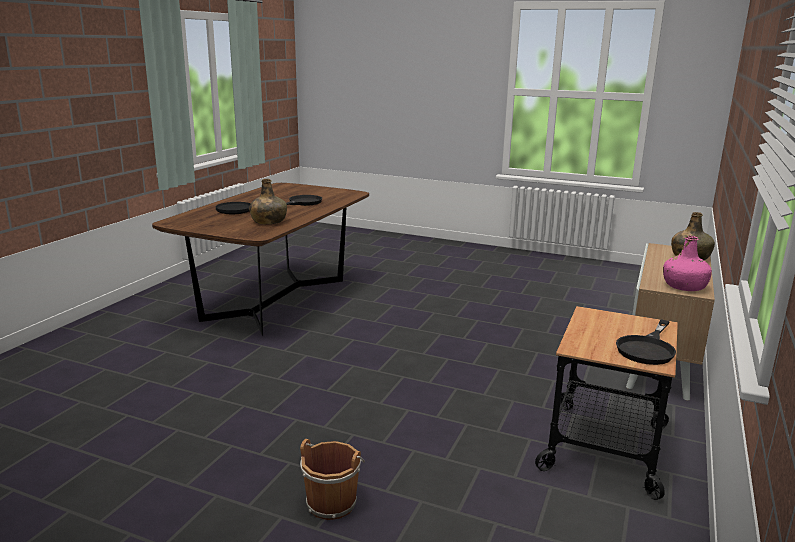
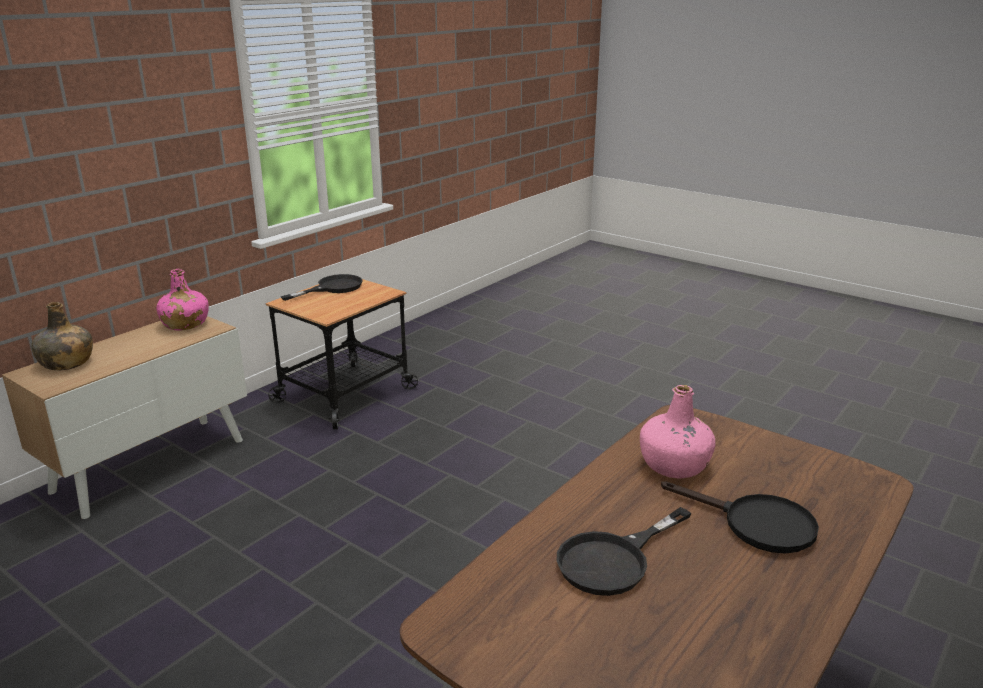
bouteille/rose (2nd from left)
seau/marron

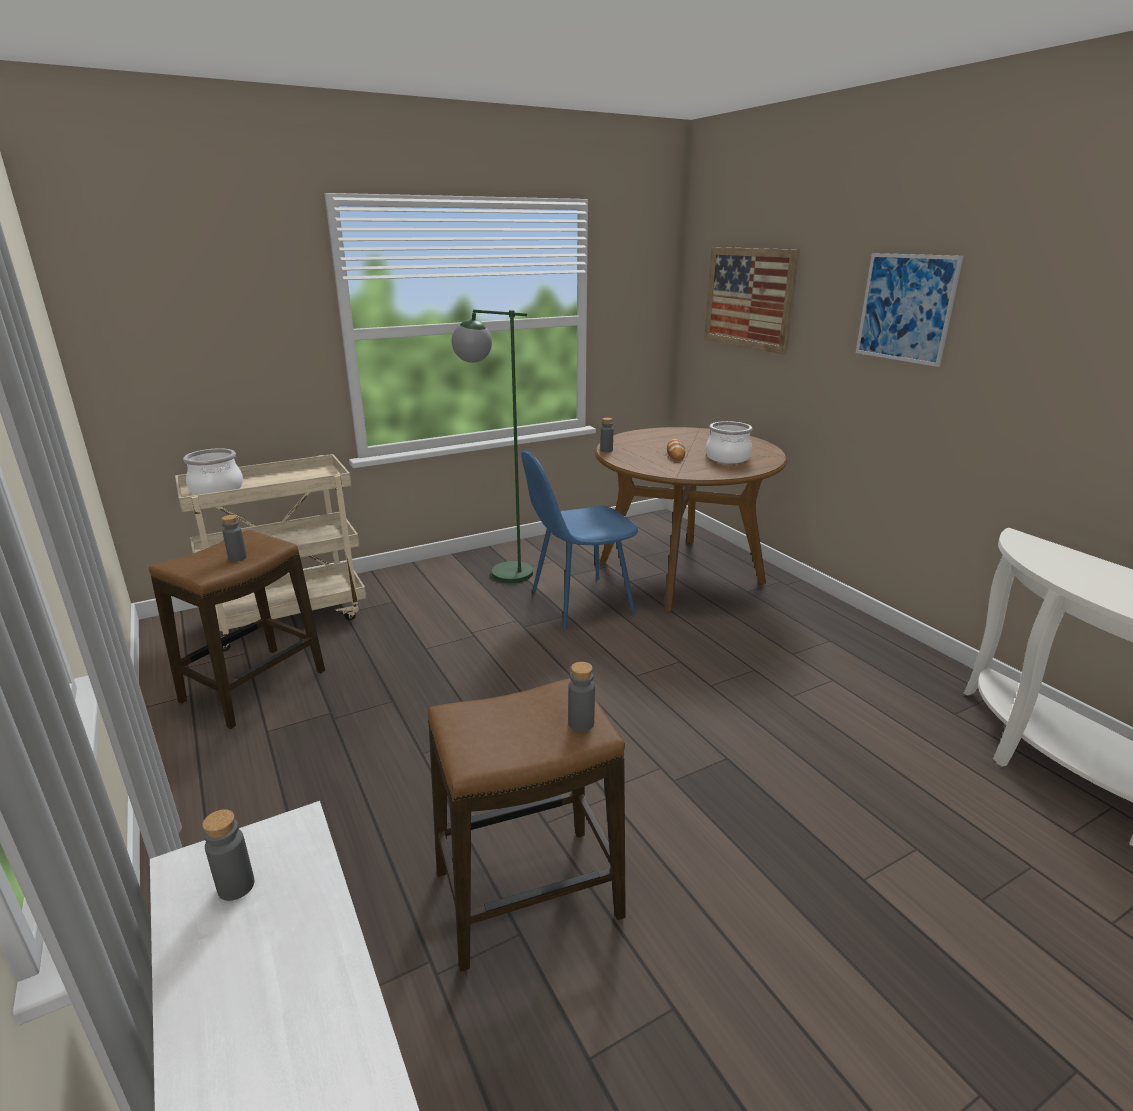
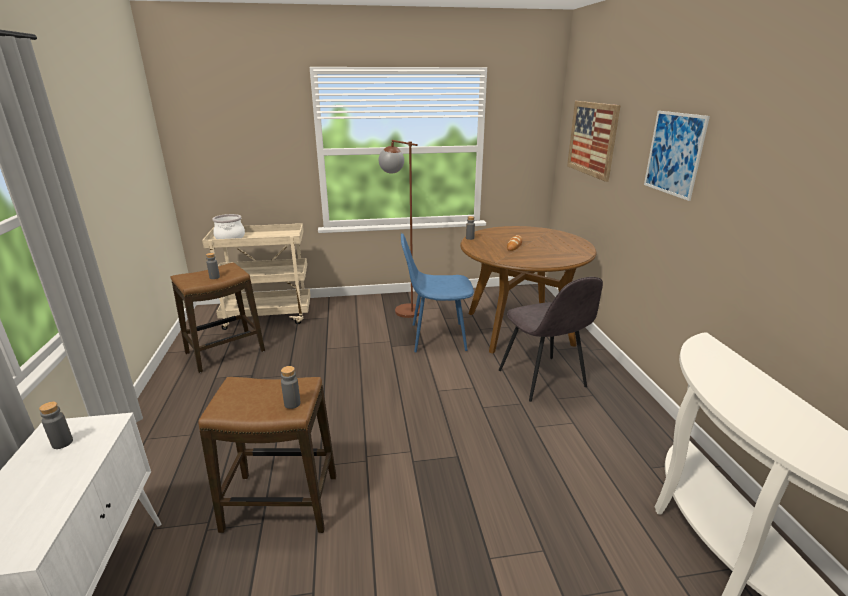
lampadaire/marron
marmite (2nd from left in the first image)
chaise/gris

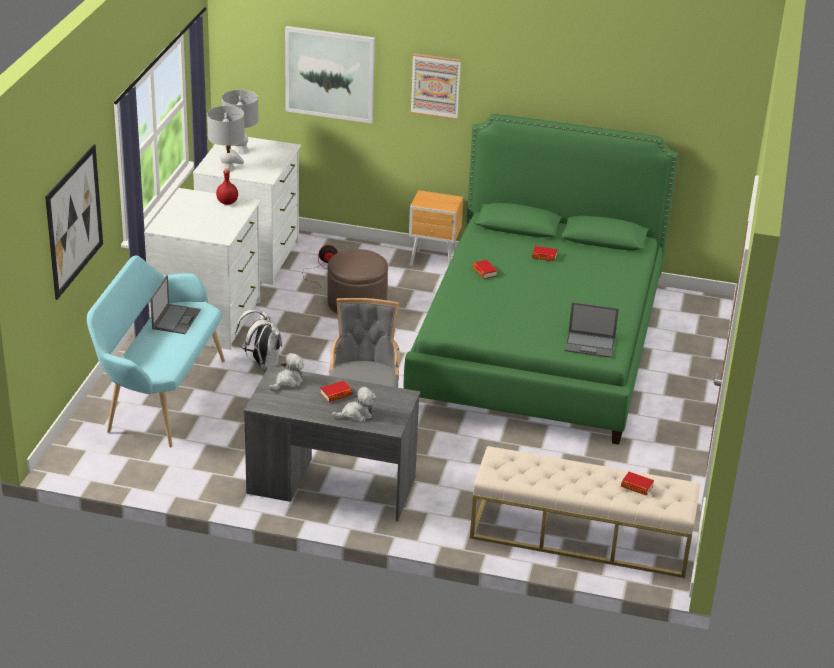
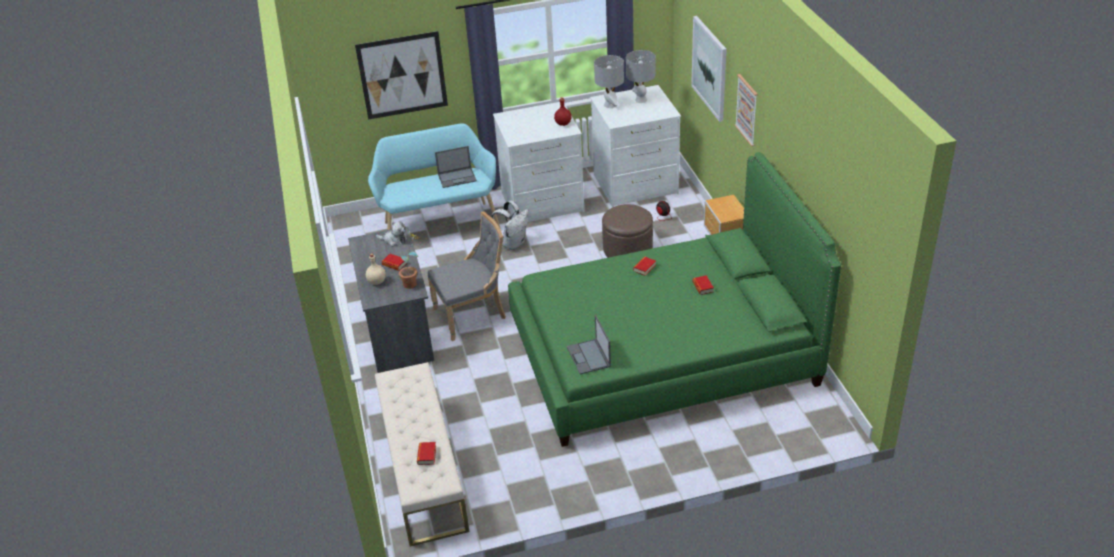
bouteille/beige
plante en pot

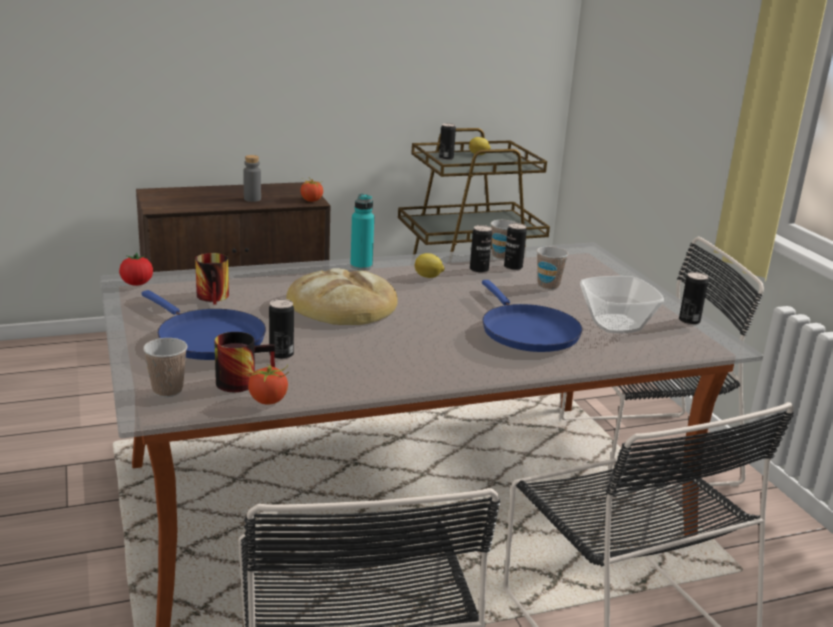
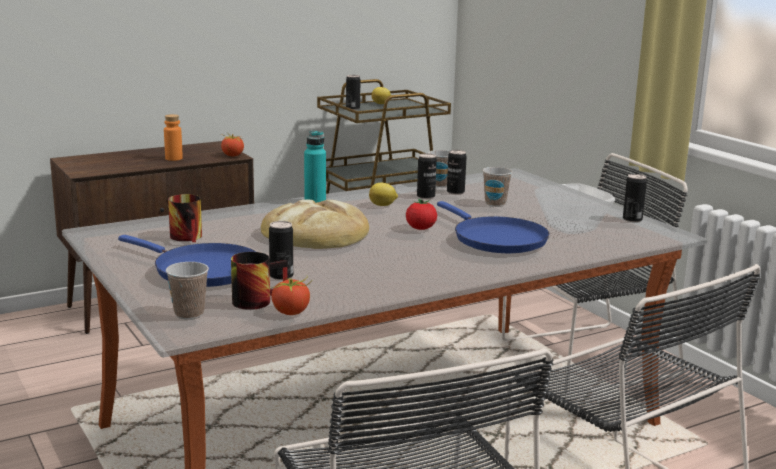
bouteille/orange
tomate (3rd from left)

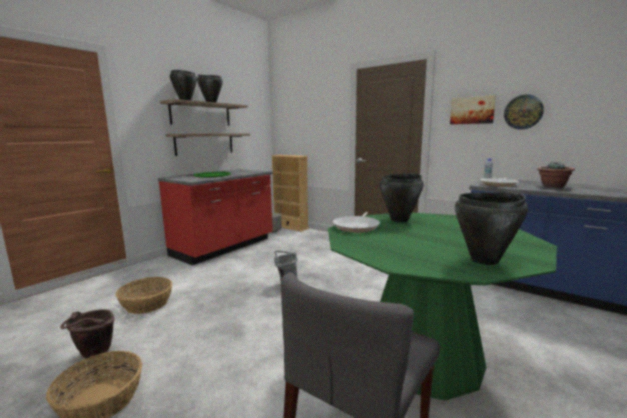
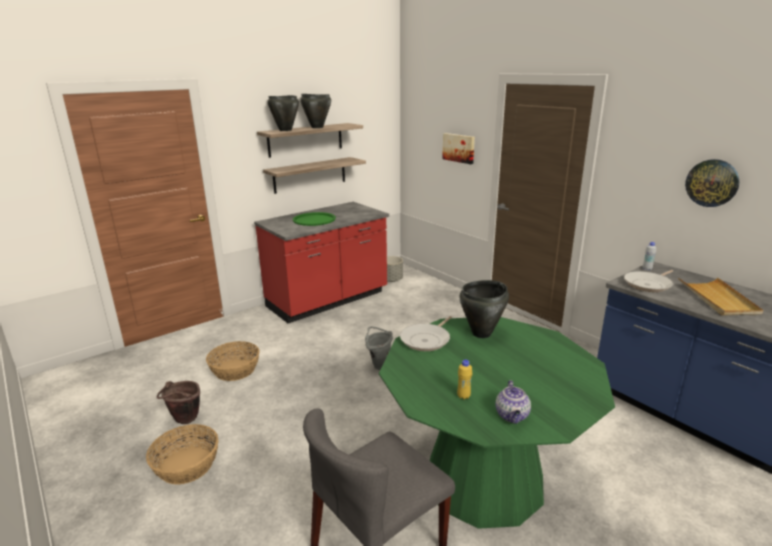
tableau
bibliothèque/beige
plateau/beige
théière
bouteille/jaune

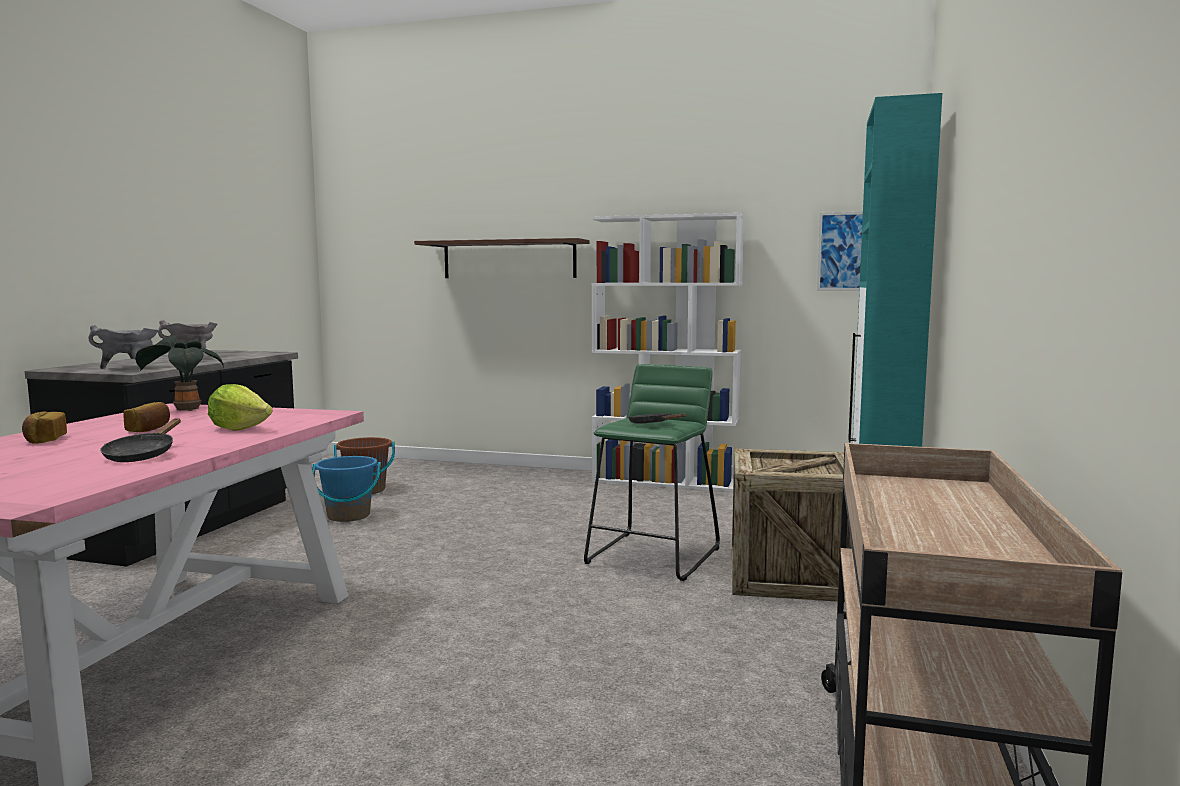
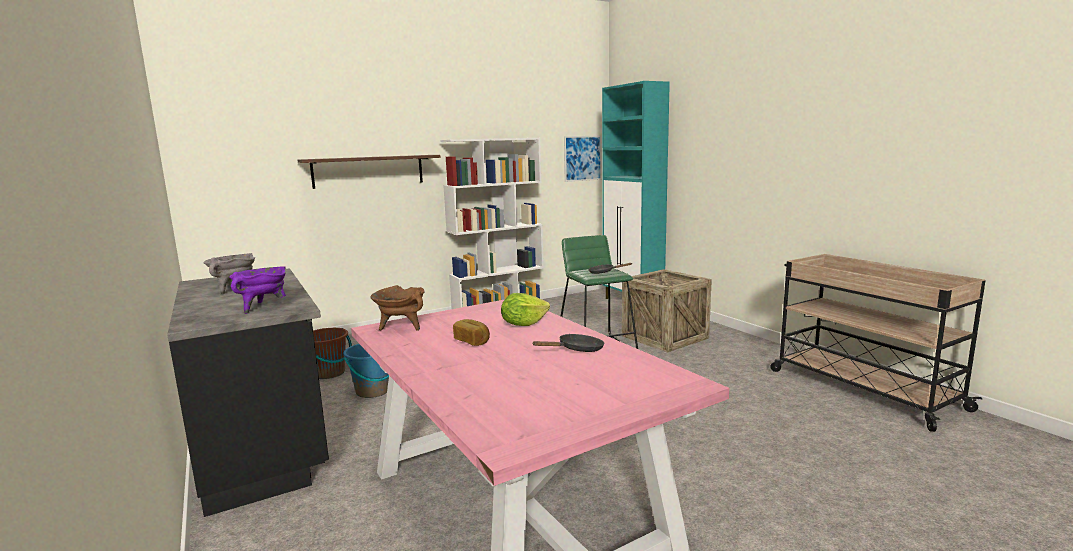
marmite/violet
marmite/marron
pain (1st from left in the first image)
poêle/noir (1st from left)

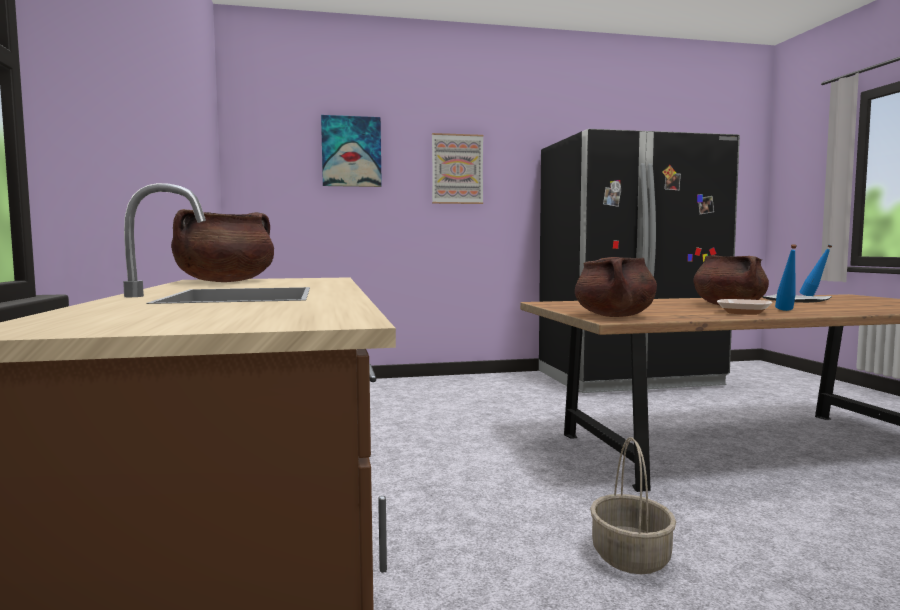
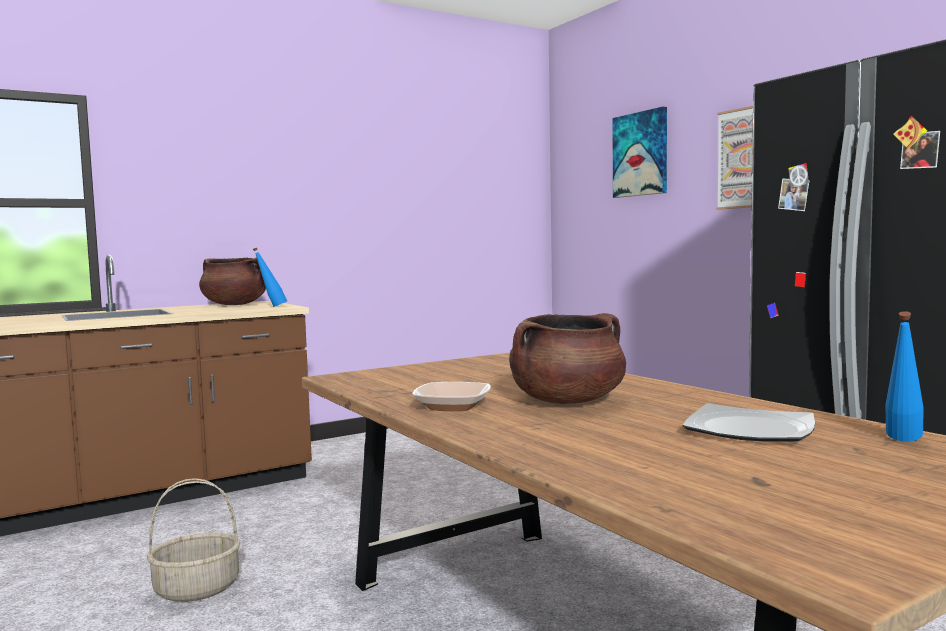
bouteille/bleu (1st from left)
marmite/marron (2nd from left in the first image)

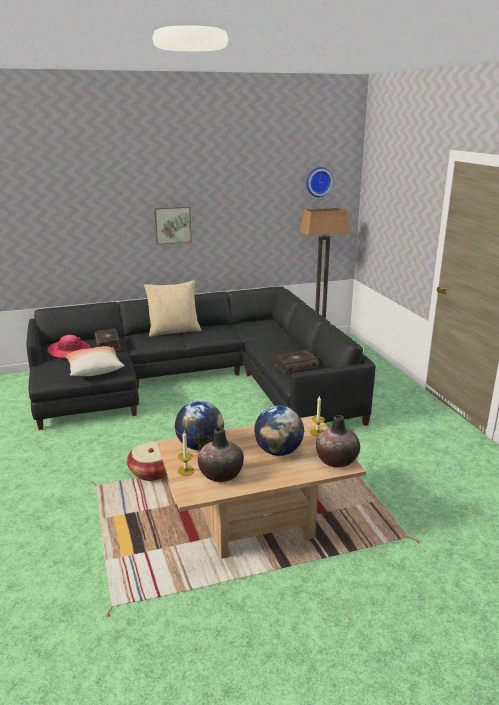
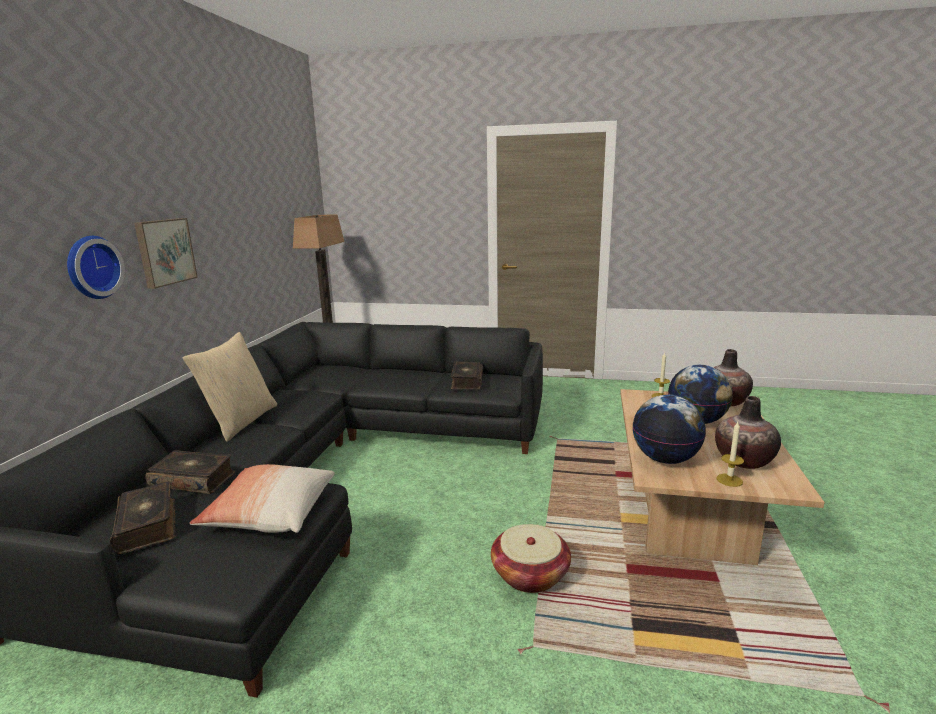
horloge murale
livre (1st from left)

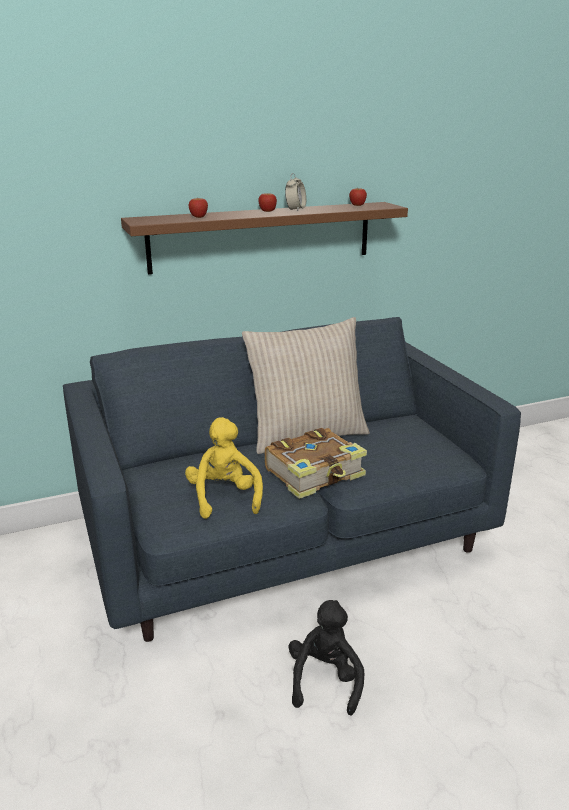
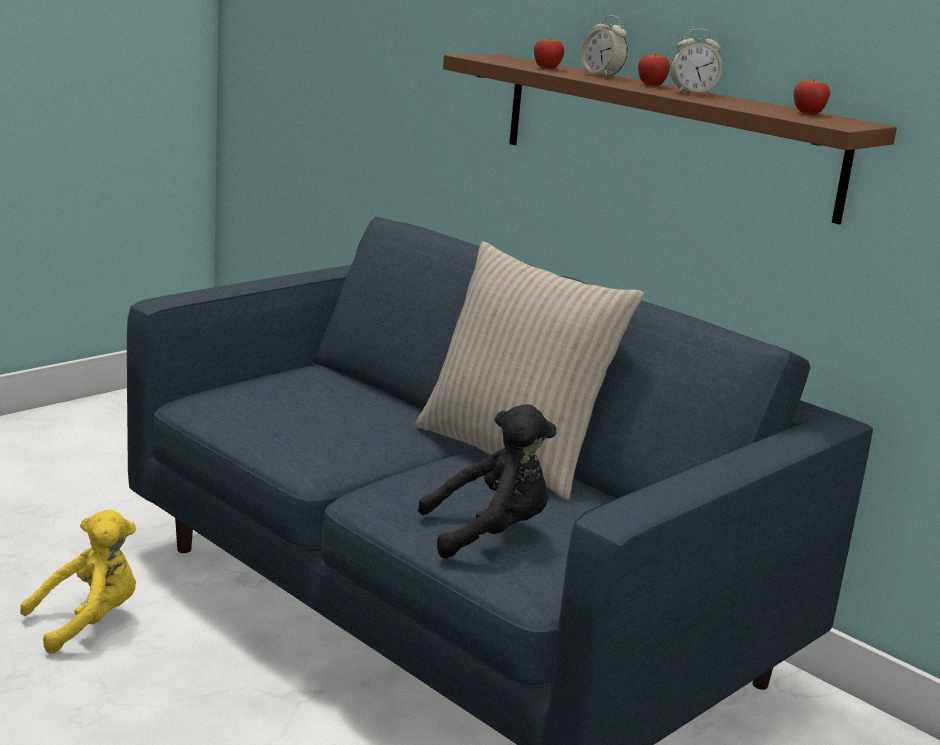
peluche/jaune
livre
peluche/noir
réveil (1st from left)

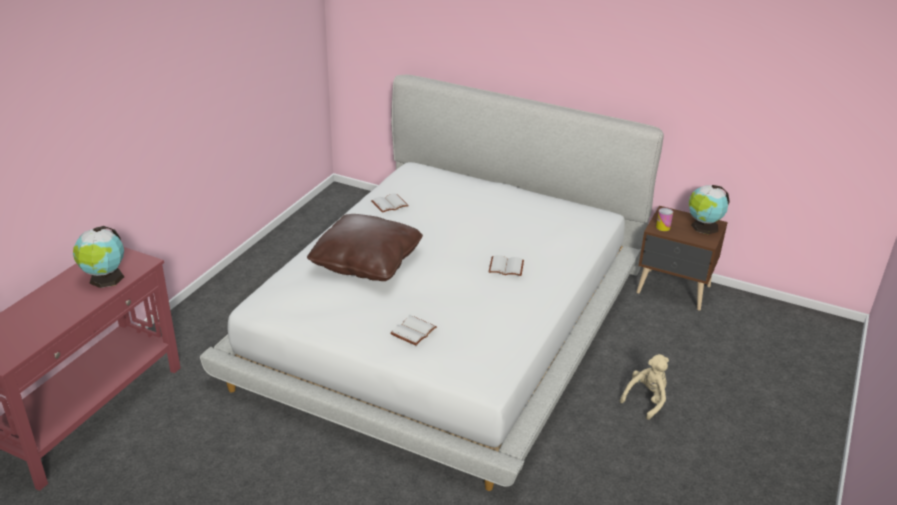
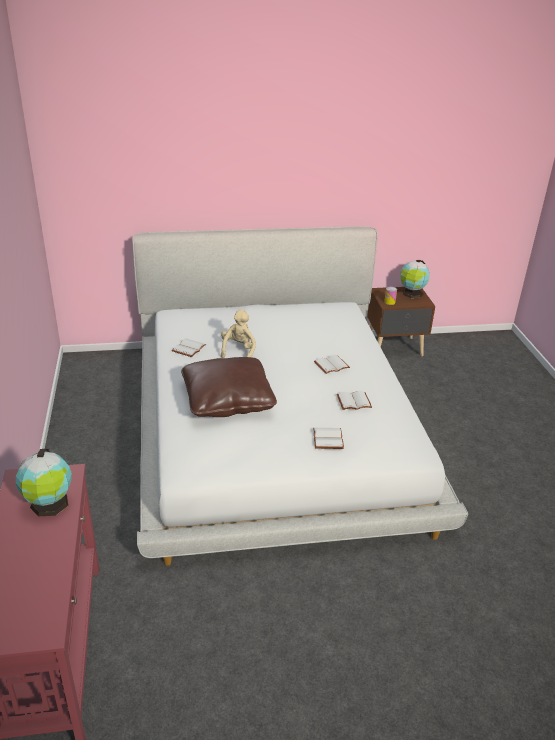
peluche/beige
livre/blanc (4th from left)

